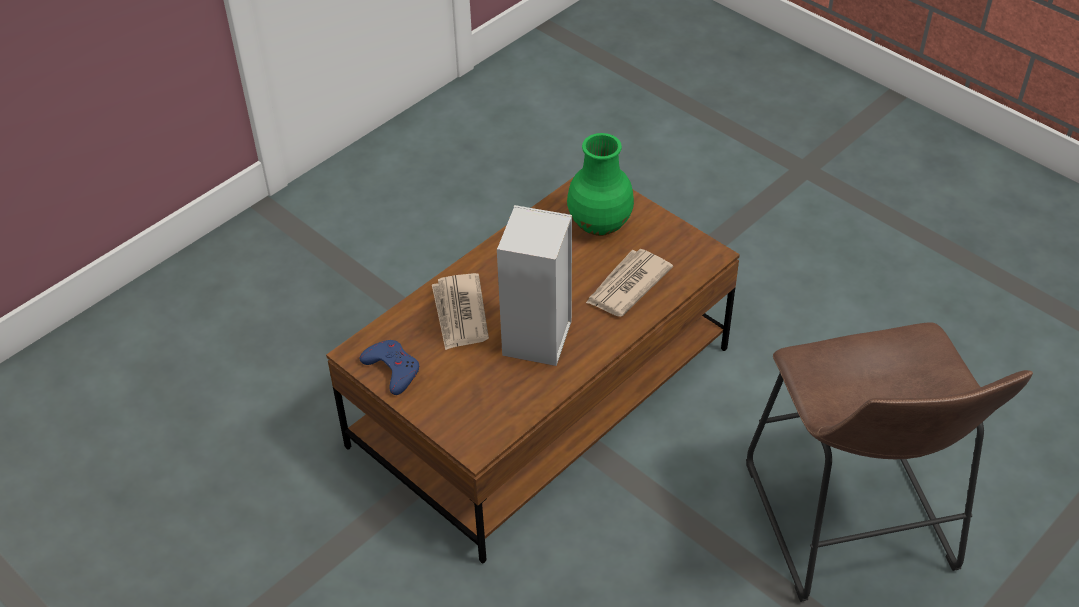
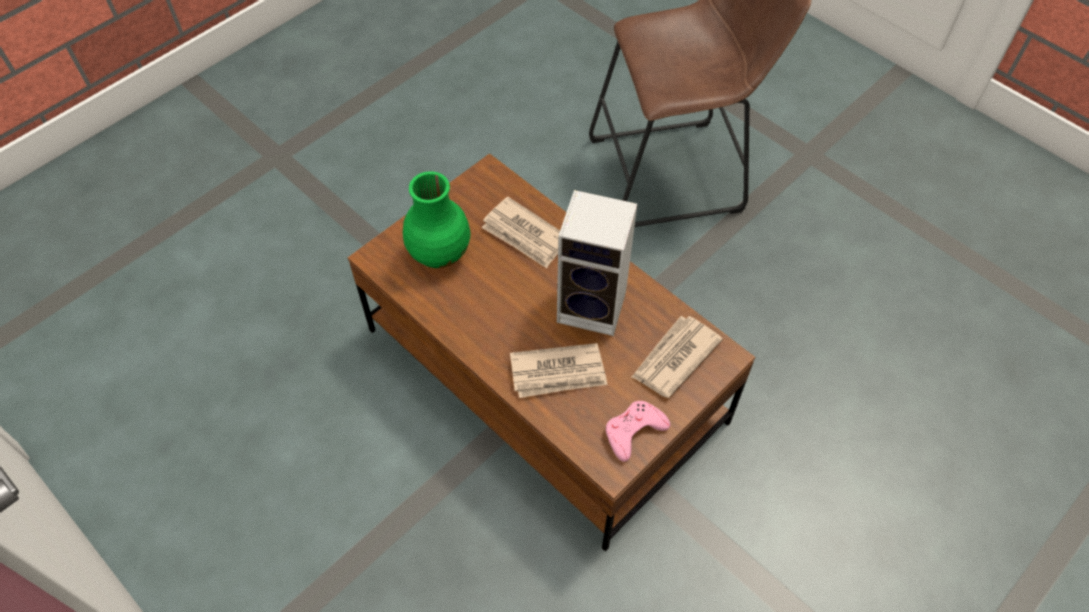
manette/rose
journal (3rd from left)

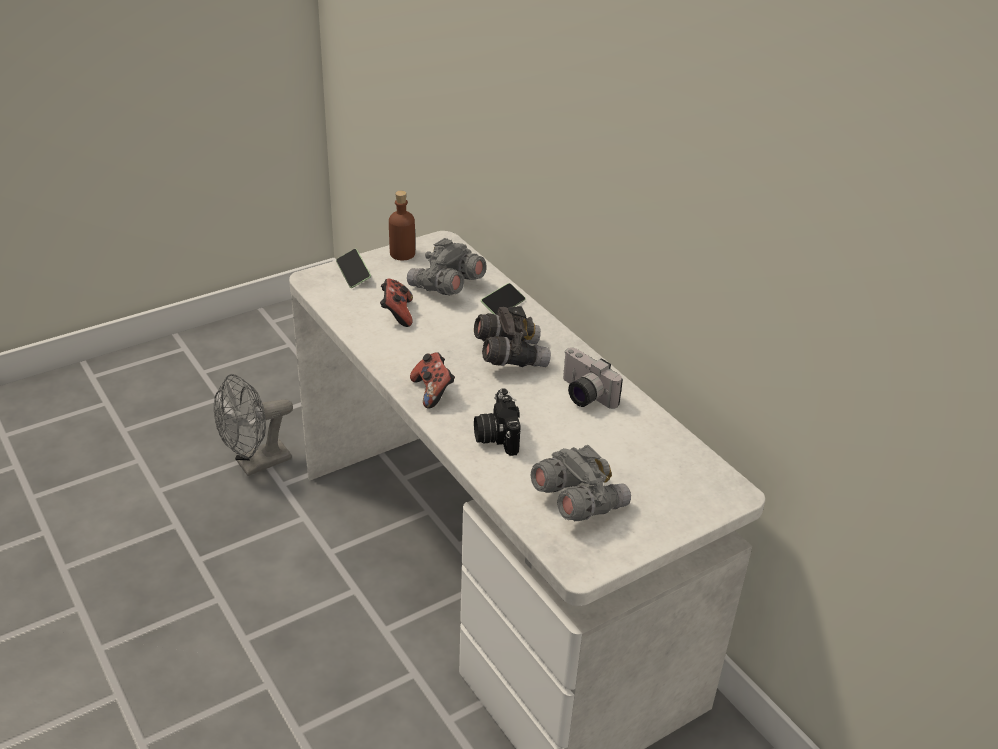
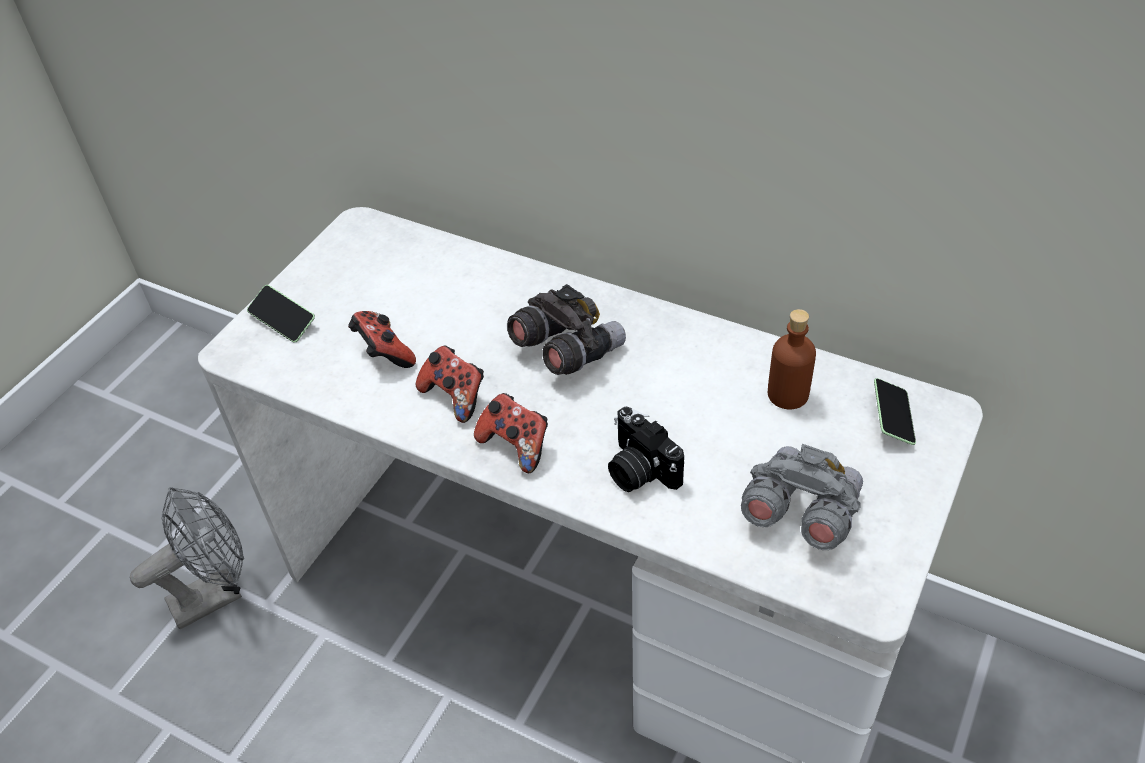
bouteille/marron
jumelles/gris (1st from left in the first image)
téléphone (2nd from left)
appareil photo (2nd from left in the first image)
ventilateur/gris
manette (2nd from left)

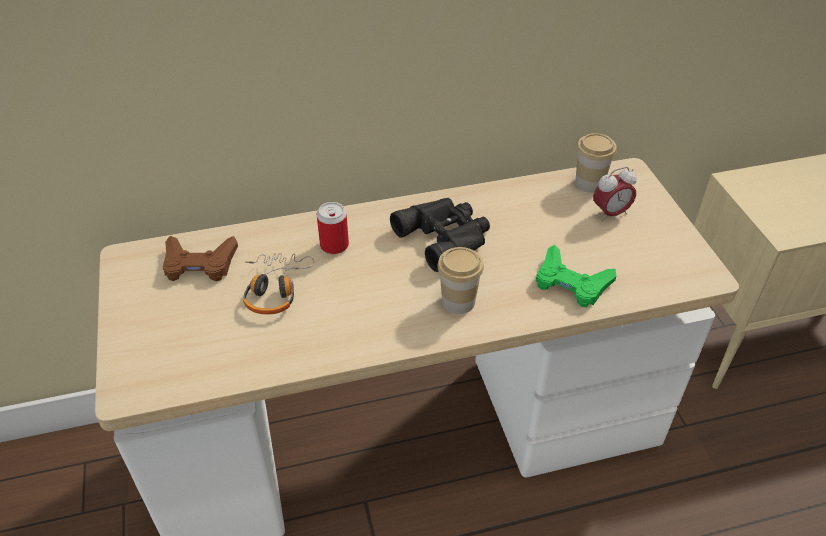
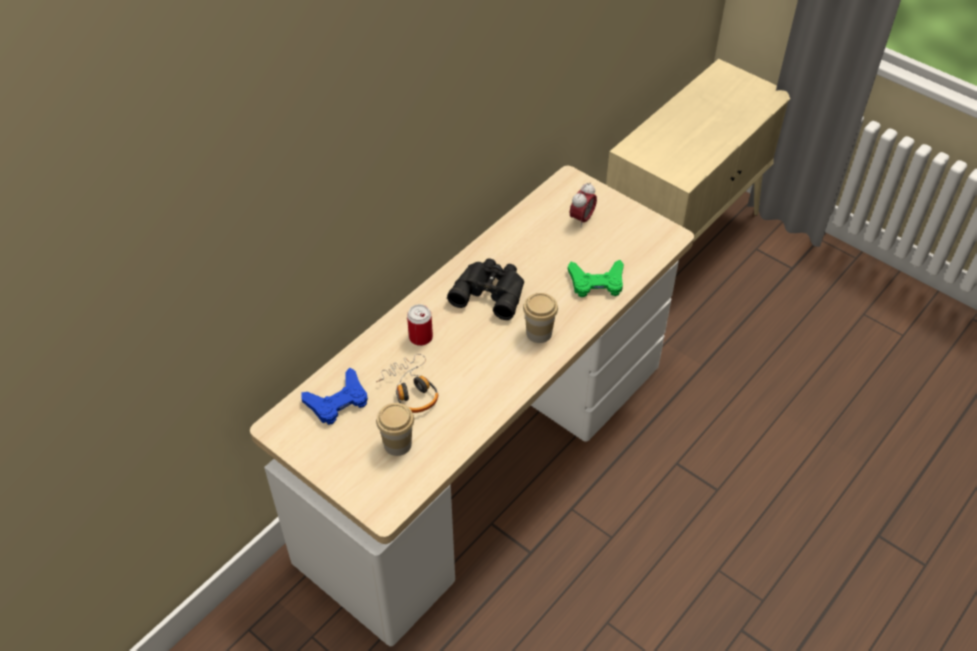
tasse (1st from left)
manette/bleu

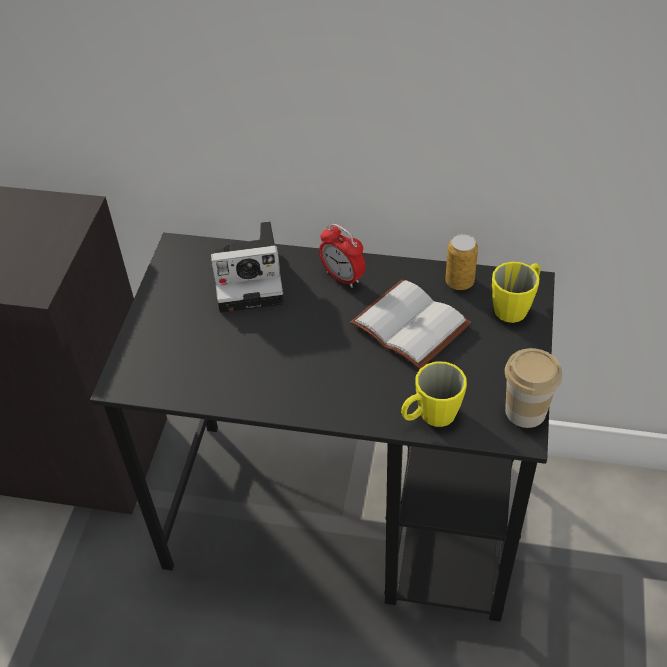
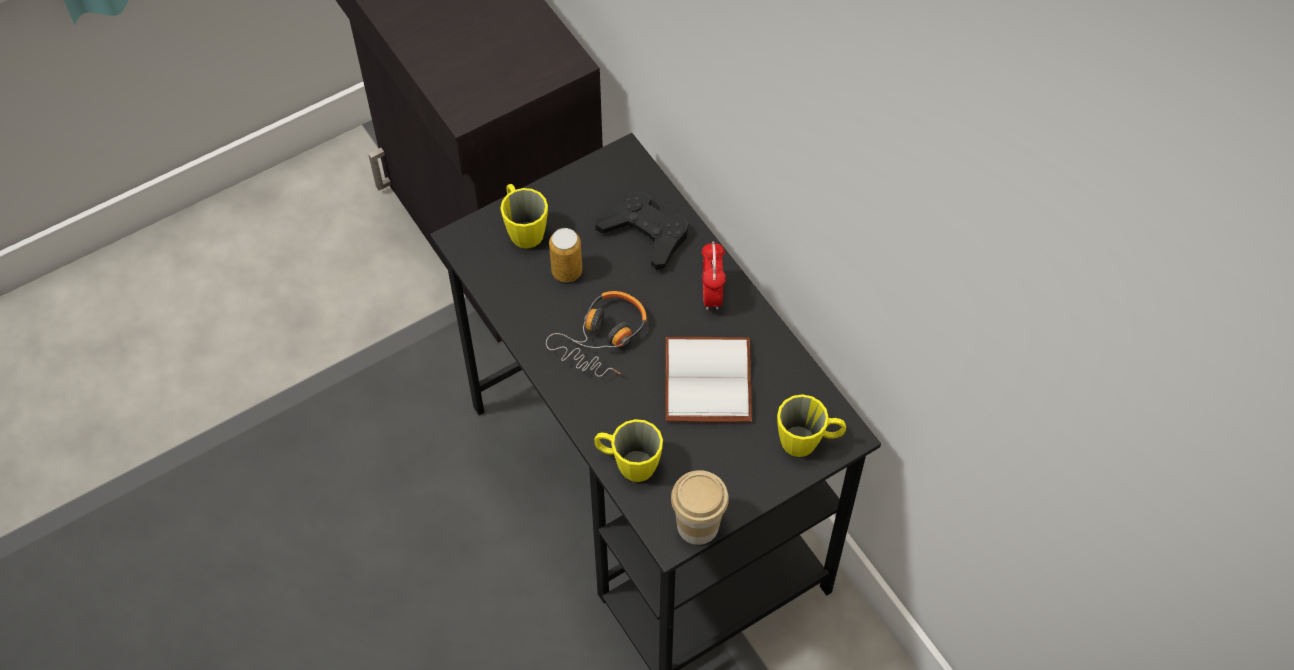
manette/noir
boîte métallique
mug/jaune (1st from left)
casque audio

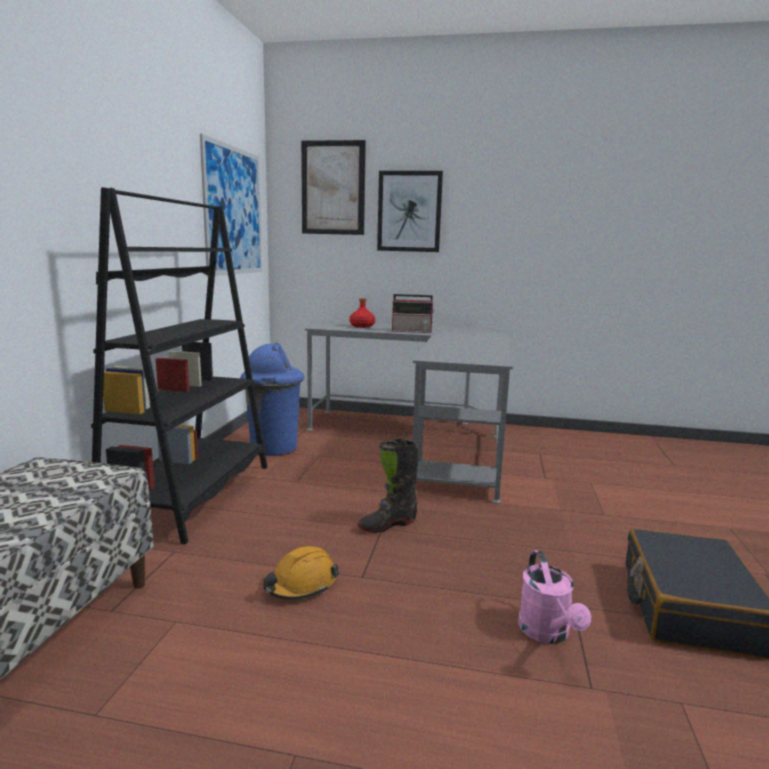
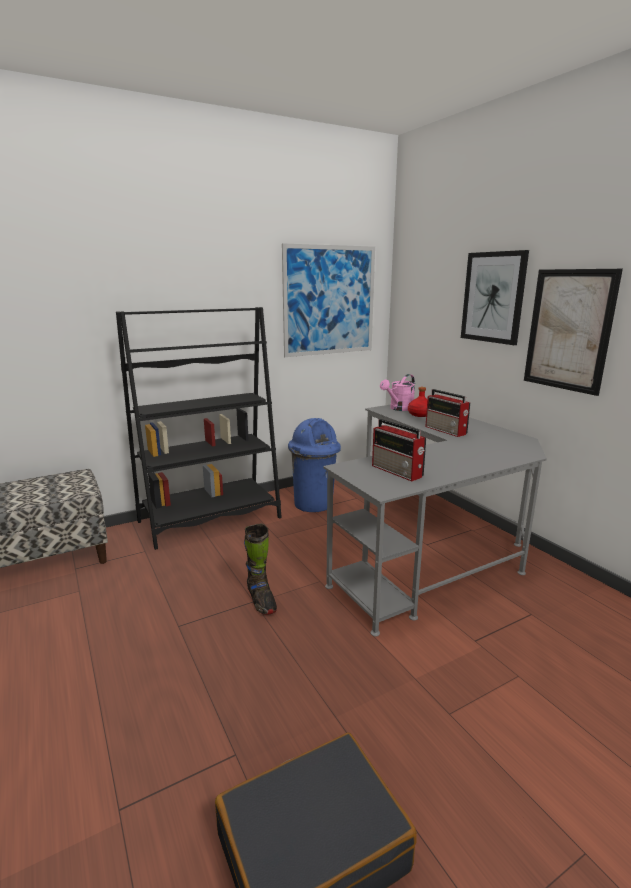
tableau (3rd from left)
botte/noir
casque de chantier/orange
arrosoir/rose
radio (1st from left)

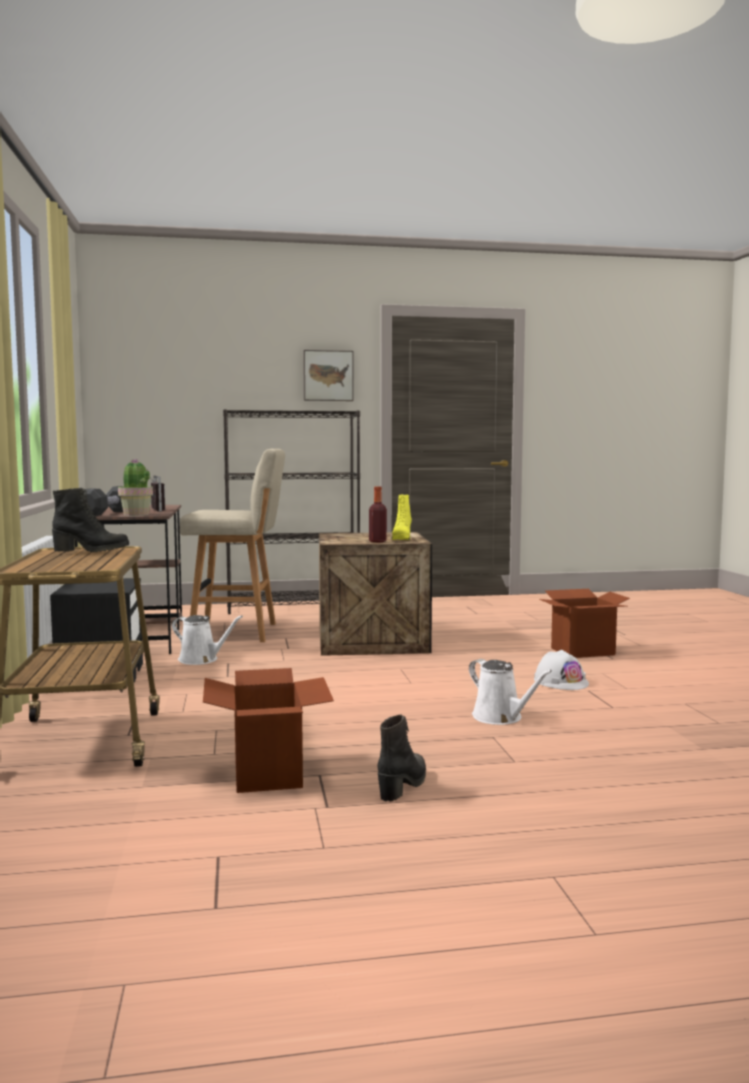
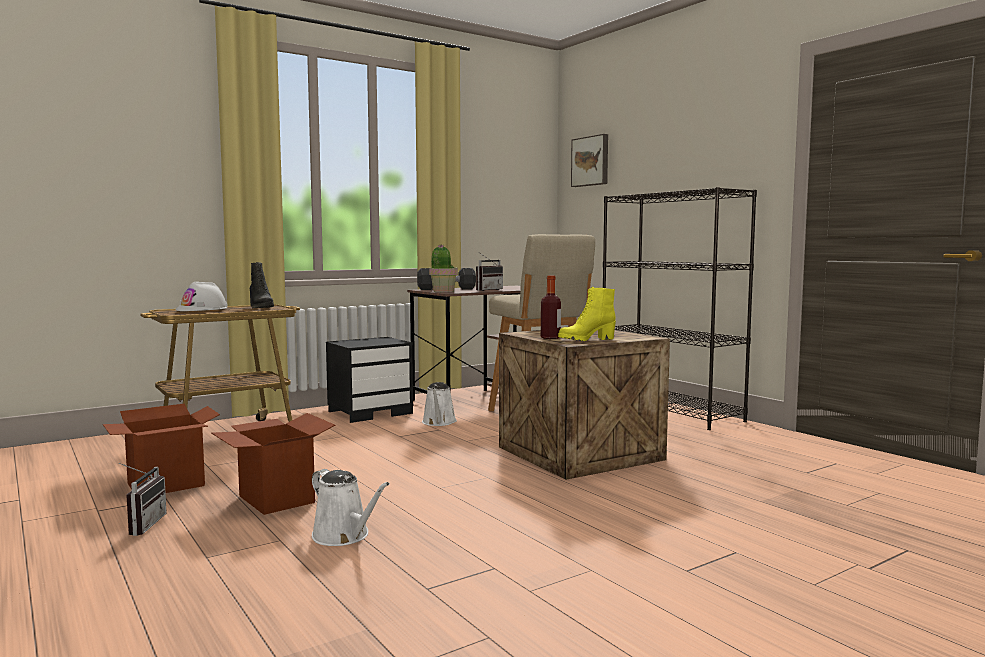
tableau
carton (2nd from left)
casque de chantier/blanc
arrosoir/blanc (1st from left)
radio (1st from left)

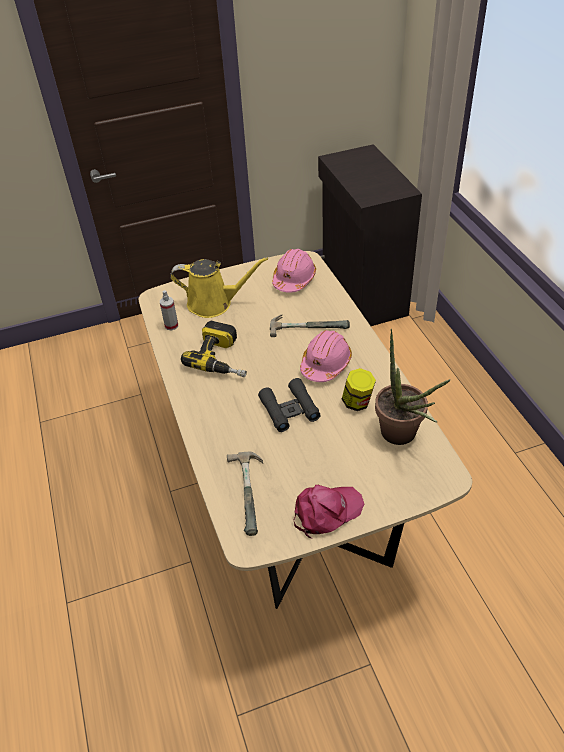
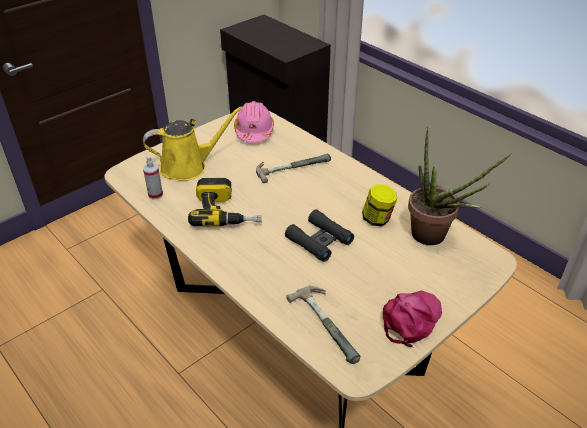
casque de chantier/rose (2nd from left in the first image)

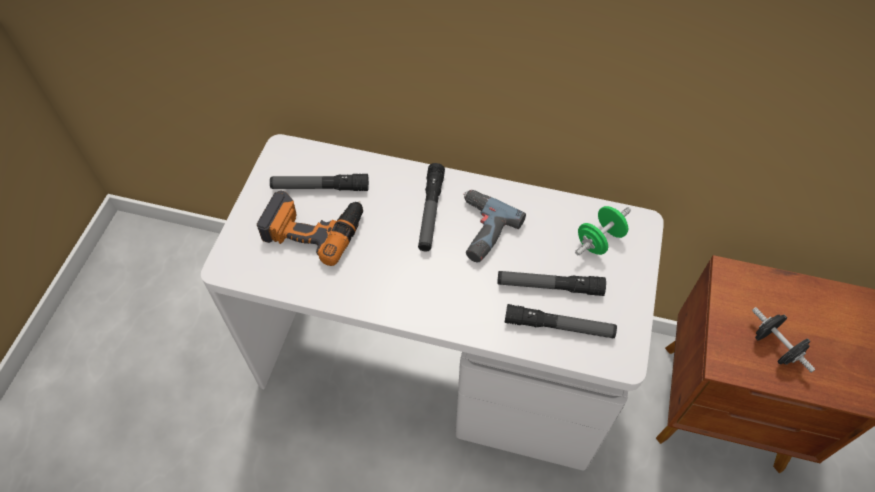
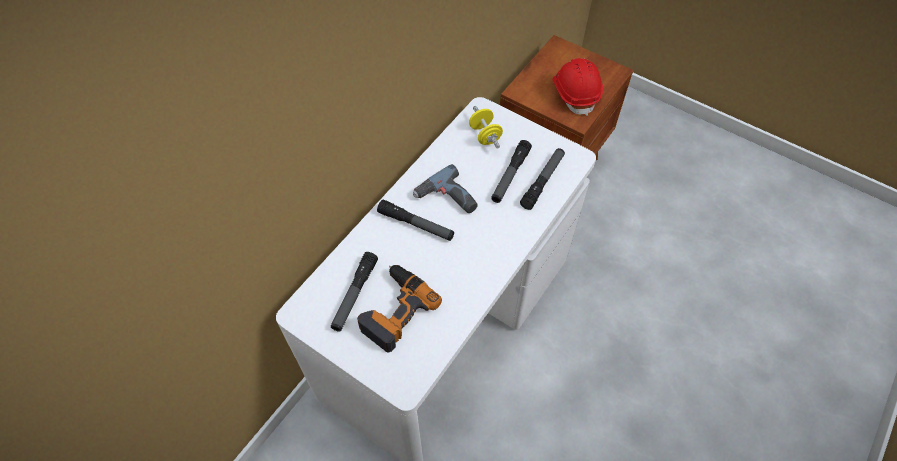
haltère/jaune
casque de chantier/rouge

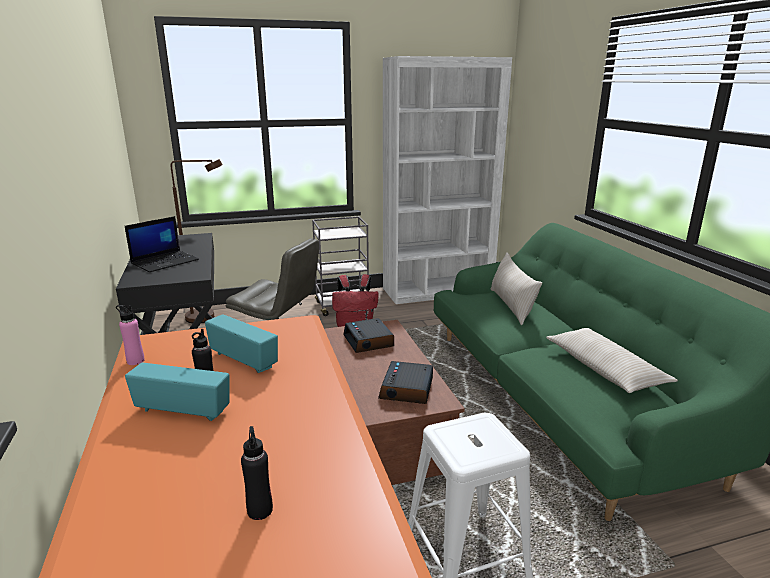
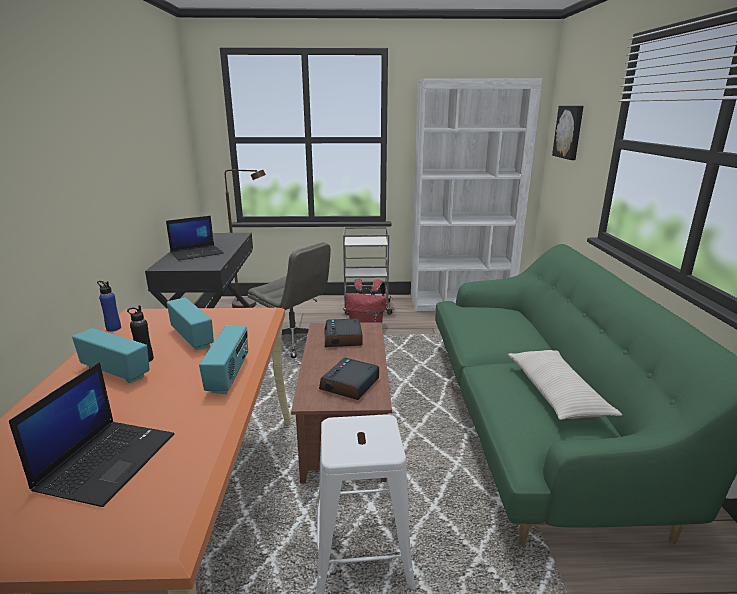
coussin/beige (1st from left in the first image)
bouteille/bleu
ordinateur portable (1st from left)
tableau
radio (3rd from left)

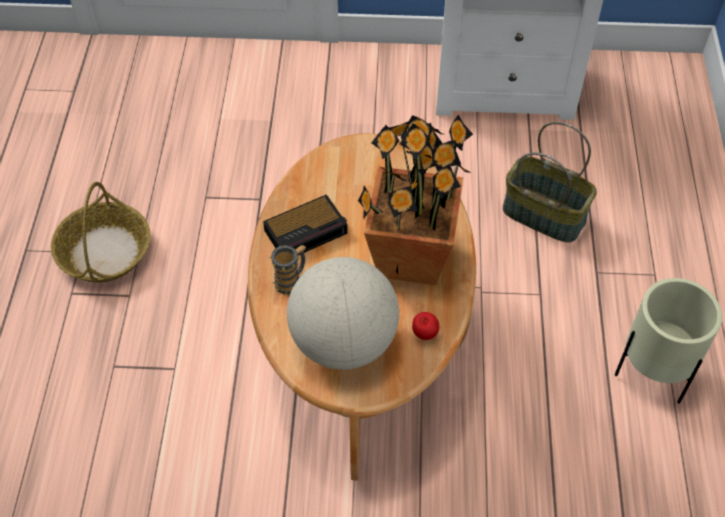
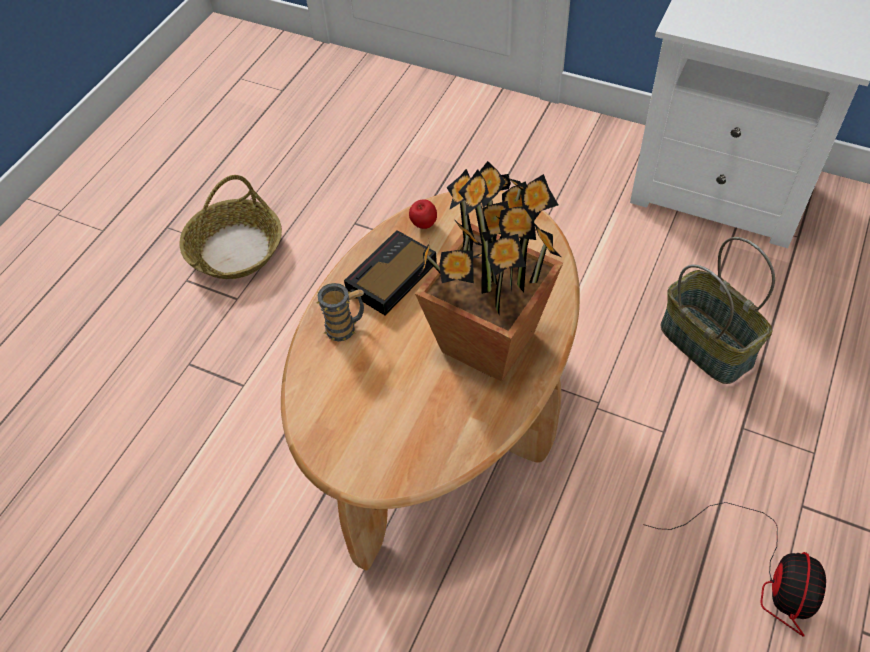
réveil
globe
ventilateur
pomme

